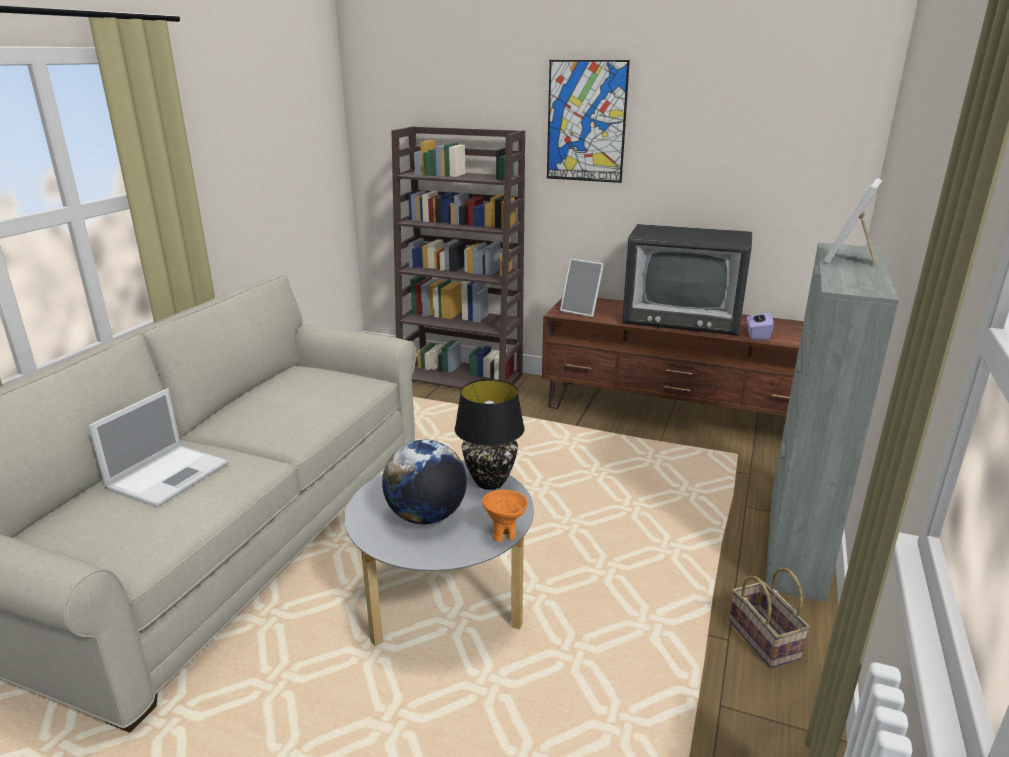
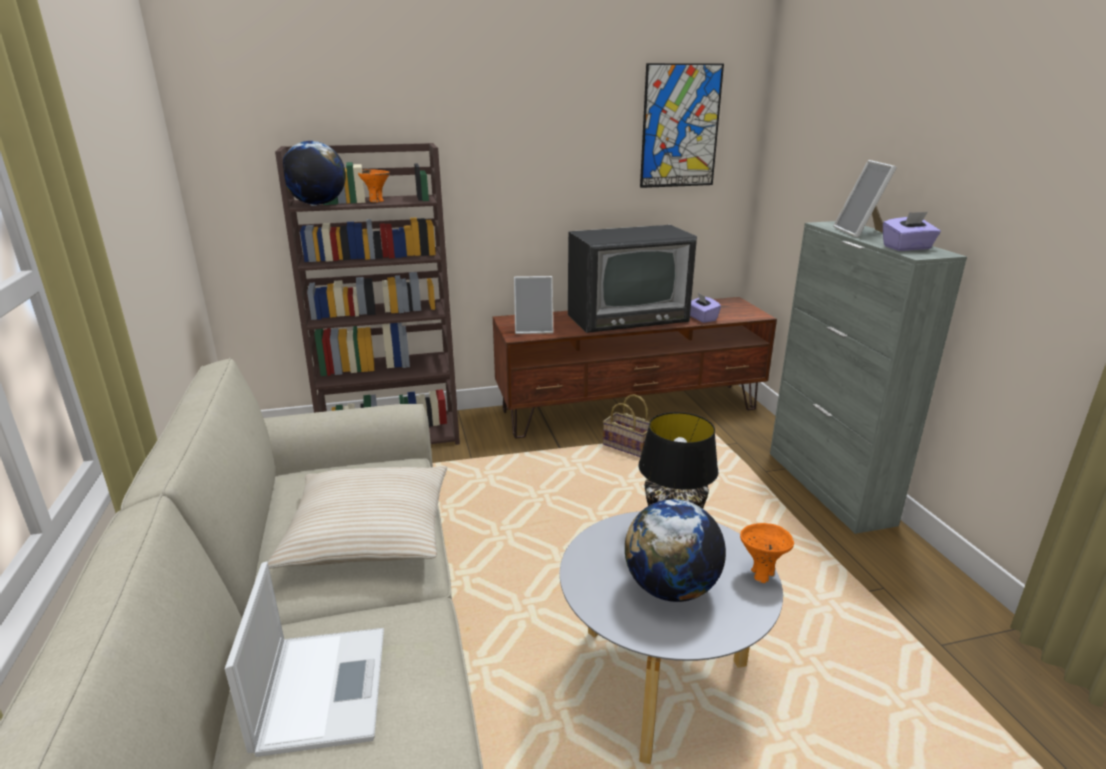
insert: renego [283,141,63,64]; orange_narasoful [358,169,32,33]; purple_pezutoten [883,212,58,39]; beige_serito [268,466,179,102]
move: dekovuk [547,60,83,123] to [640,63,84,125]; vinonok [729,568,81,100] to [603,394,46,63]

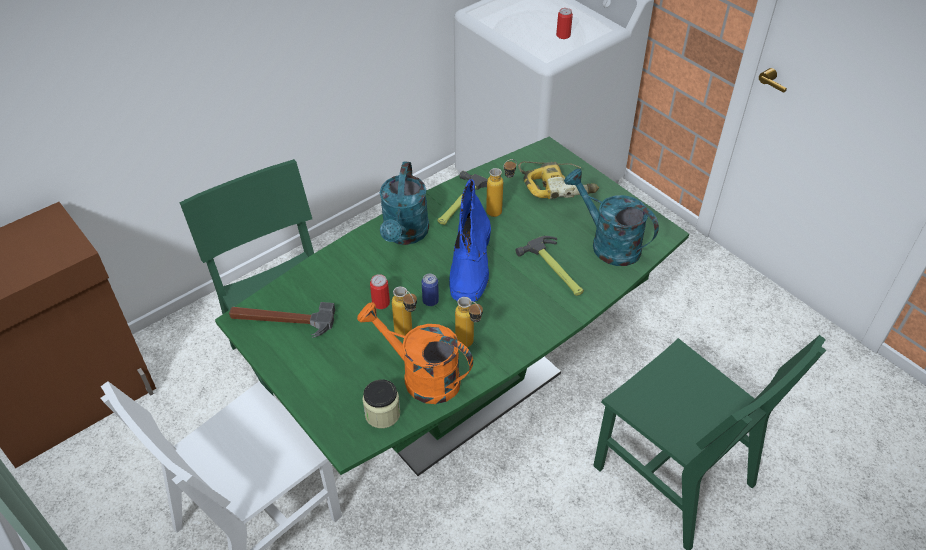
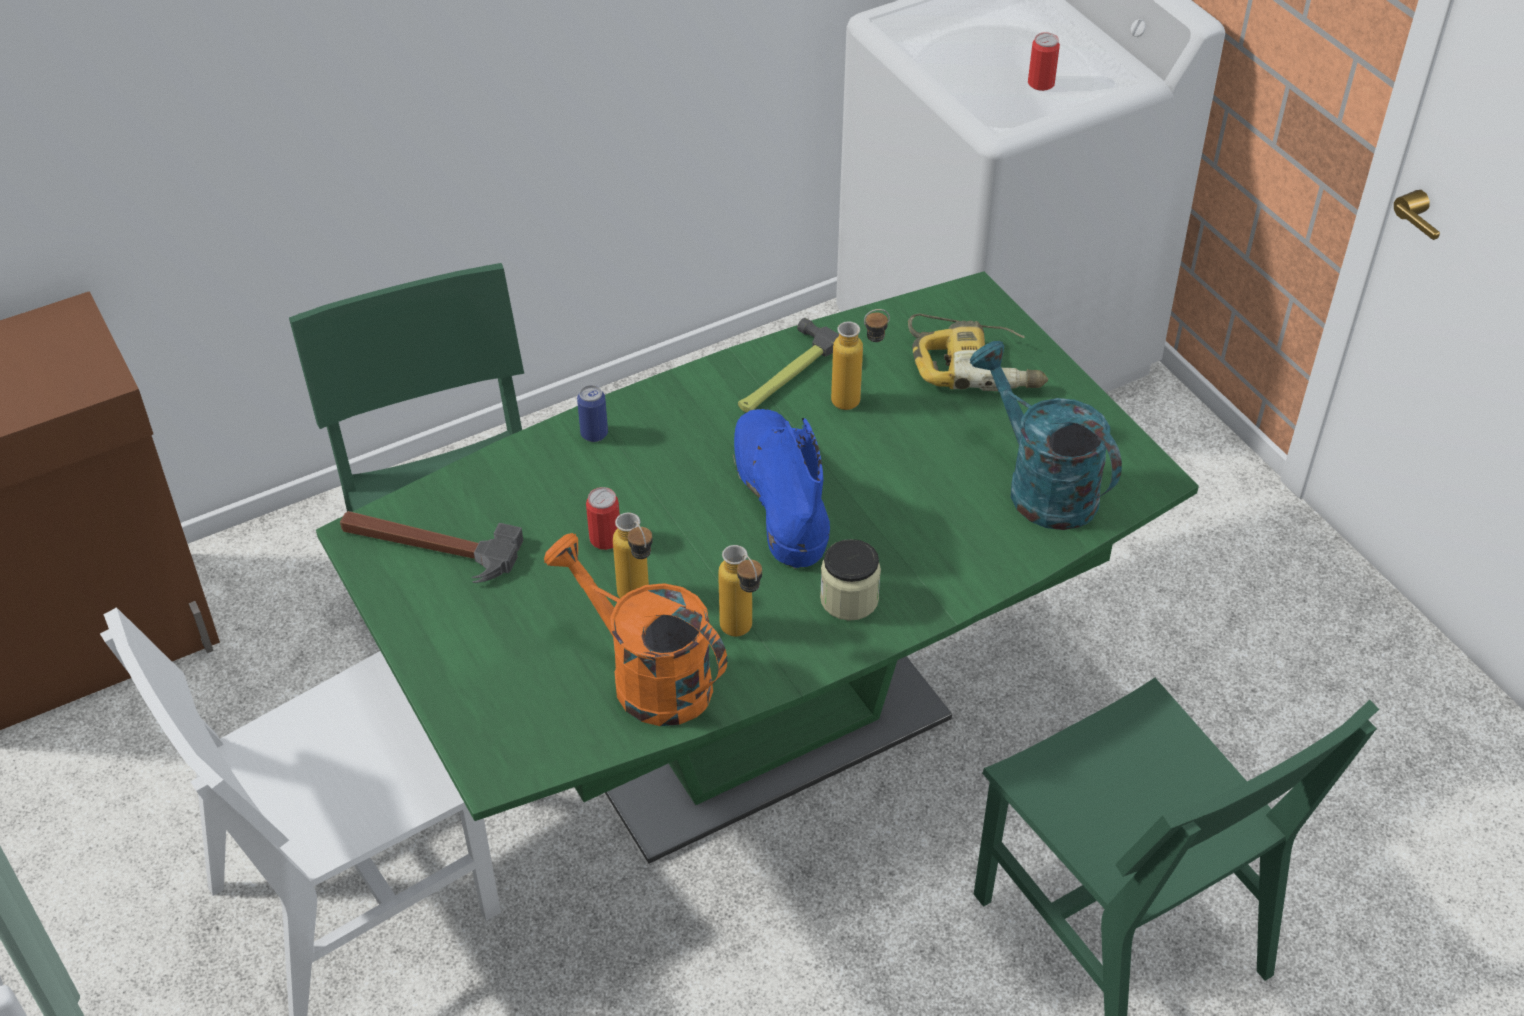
delete: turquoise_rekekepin [380,161,49,84]; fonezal [515,236,69,60]
move: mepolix [422,274,17,32] to [577,385,31,57]; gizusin [362,379,38,49] to [820,539,61,82]
rotate: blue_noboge [449,179,42,123] = [733,409,97,160] 150 degrees clockwise

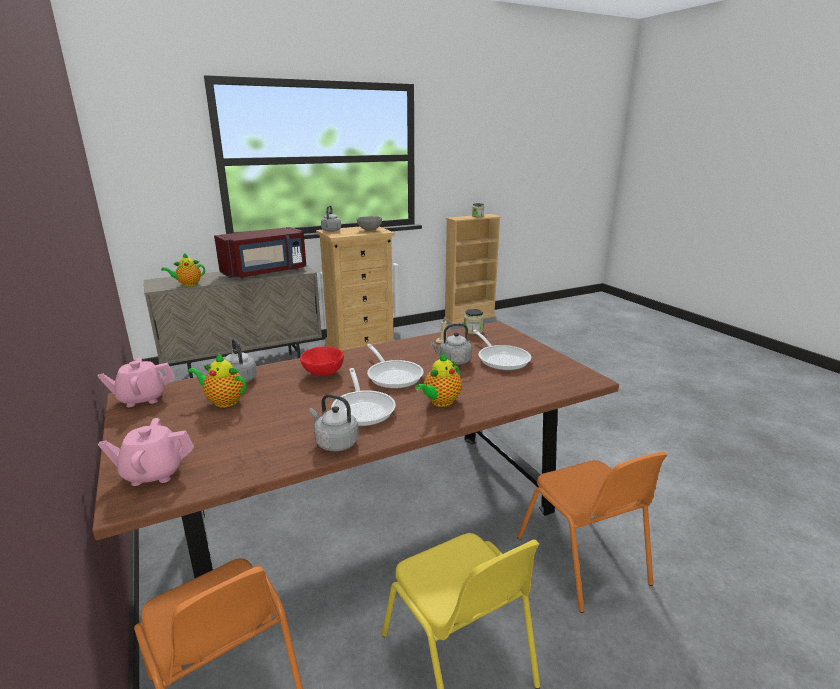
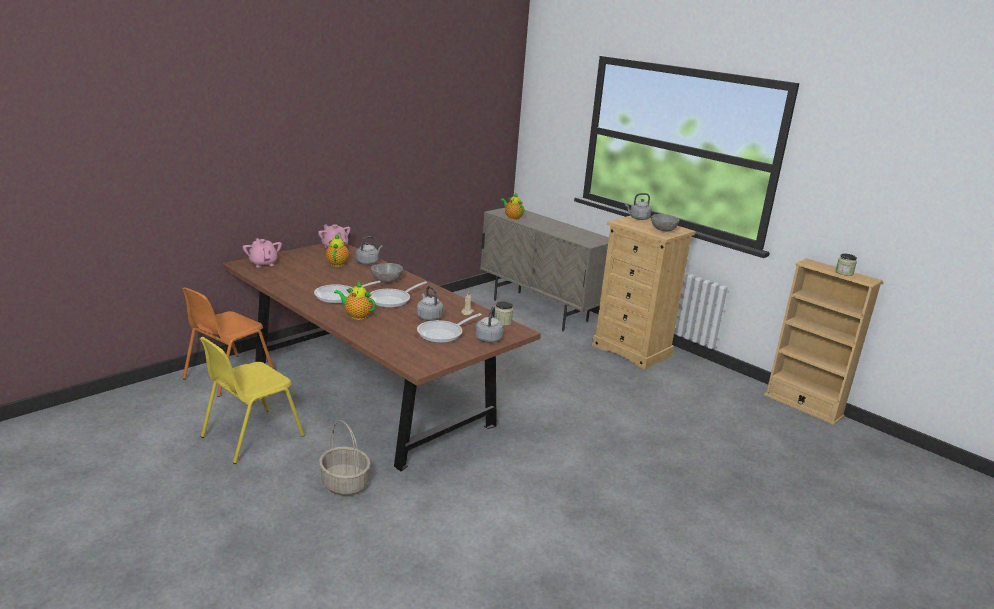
delete: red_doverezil [214,227,93,52]
move: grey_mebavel [310,394,49,57] to [475,306,28,37]
replace: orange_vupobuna [517,451,150,162] to vinonok [319,420,52,76]
recolor: red_narasoful [300,347,44,29] to grey_narasoful [371,263,32,20]

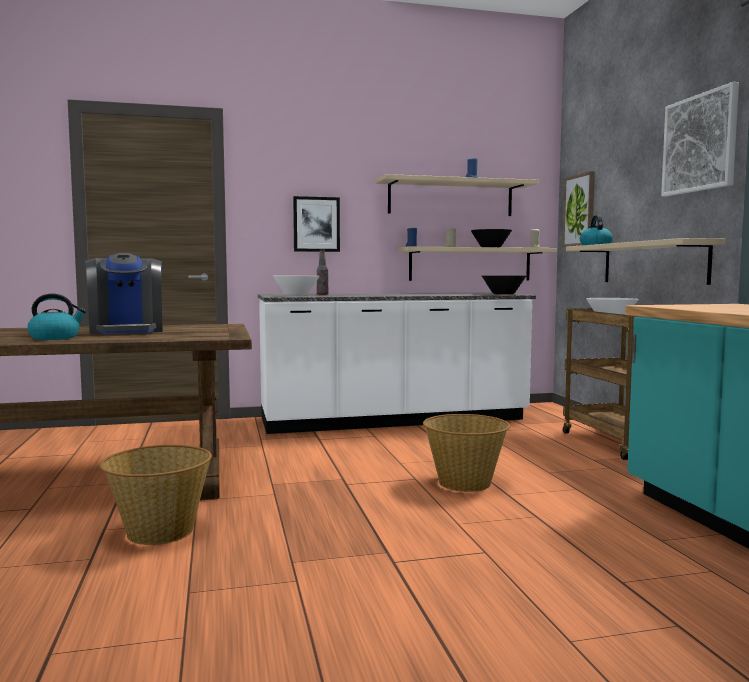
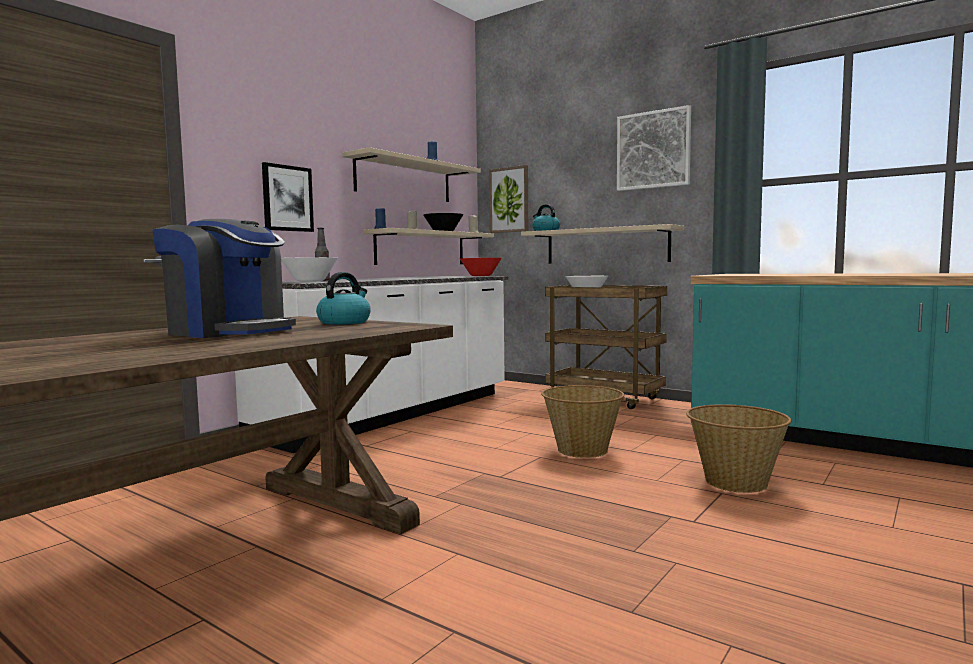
move: mebavel [27,293,59,47] to [316,272,55,53]; vinonok [99,445,113,100] to [686,404,106,89]
recolor: black_narasoful [482,276,44,19] to red_narasoful [459,258,43,18]

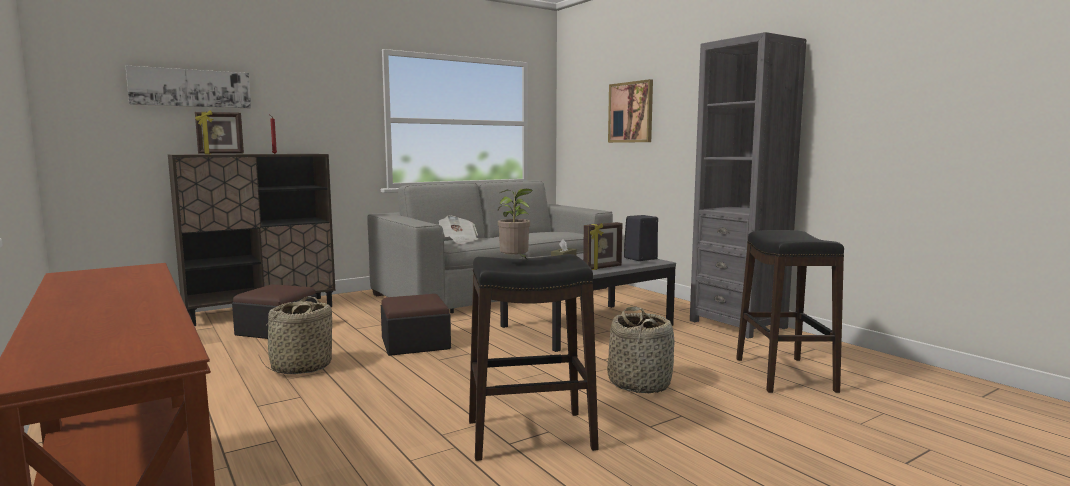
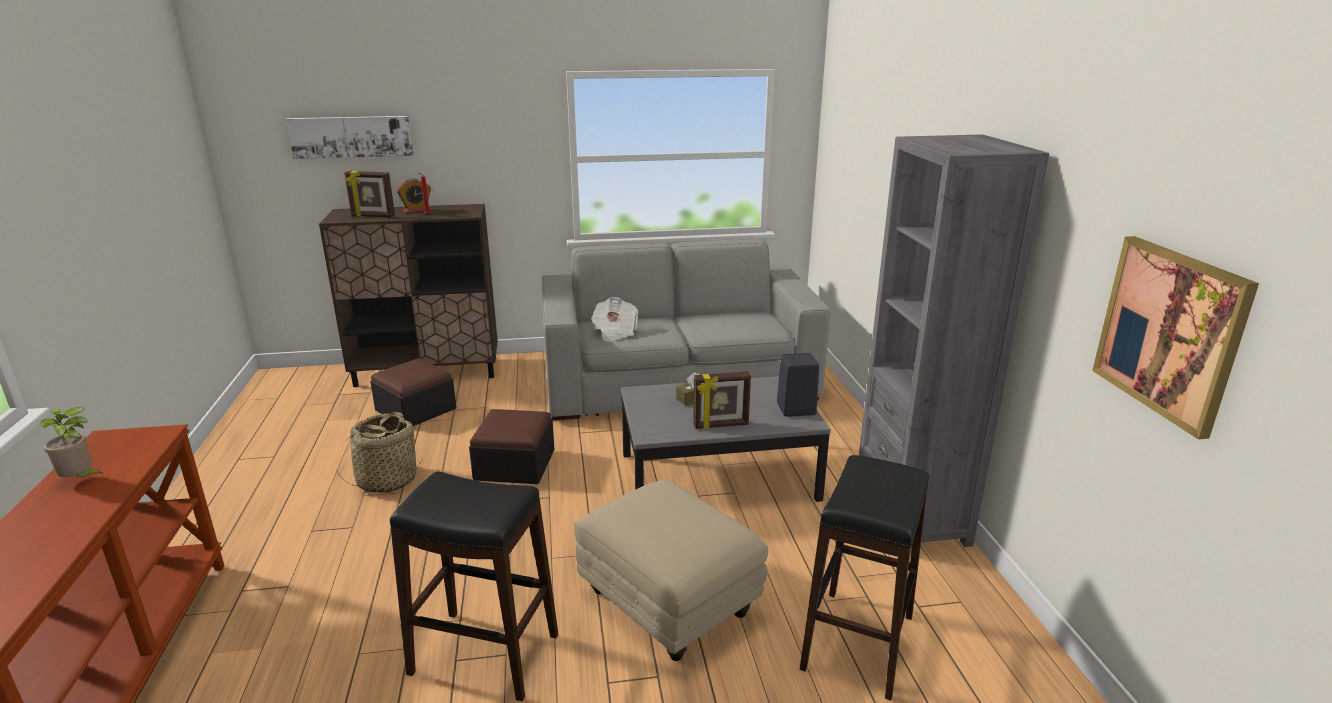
insert: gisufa [396,179,35,35]
move: dekovuk [608,79,45,64] to [1092,236,167,204]; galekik [498,189,35,70] to [40,407,64,70]
replace: vinonok [607,307,68,86] to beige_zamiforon [574,480,194,181]

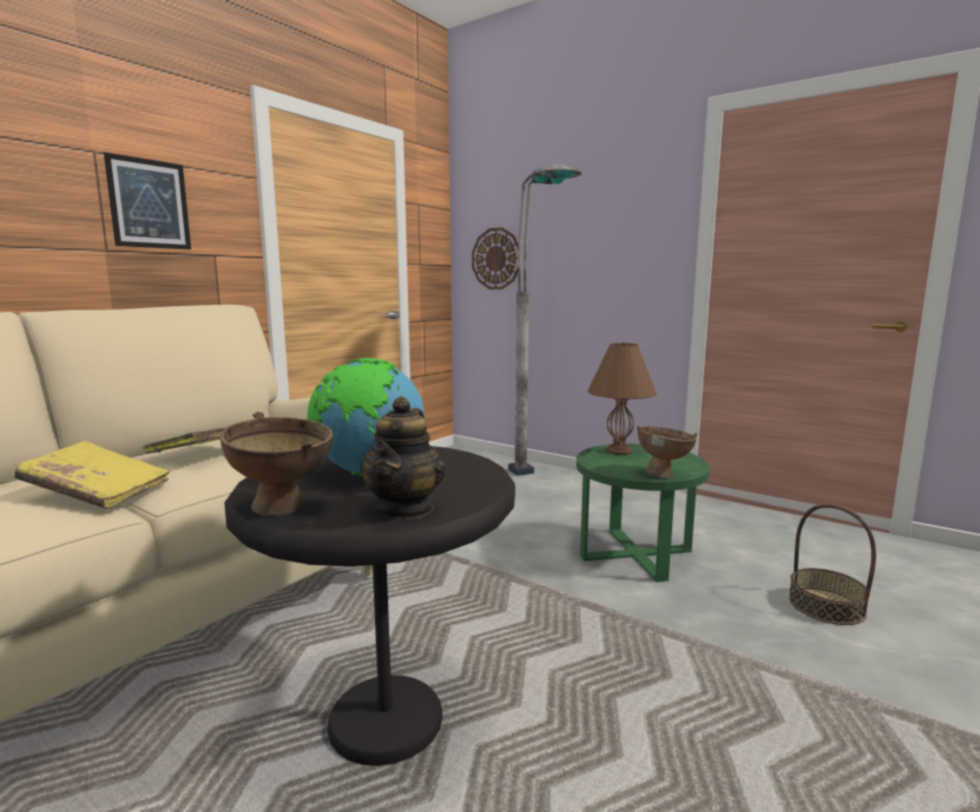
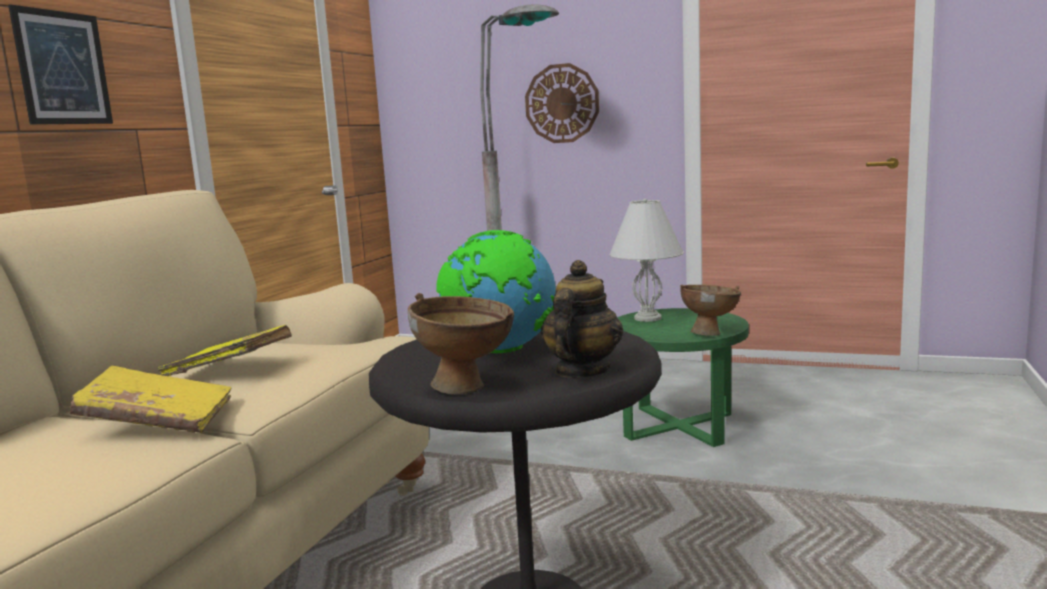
delete: vinonok [789,504,87,121]
move: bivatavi [472,227,46,62] to [525,63,74,80]
recolor: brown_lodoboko [588,342,69,113] to white_lodoboko [609,199,75,123]
rotate: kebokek [360,396,86,124] = [541,260,82,118] 150 degrees counterclockwise

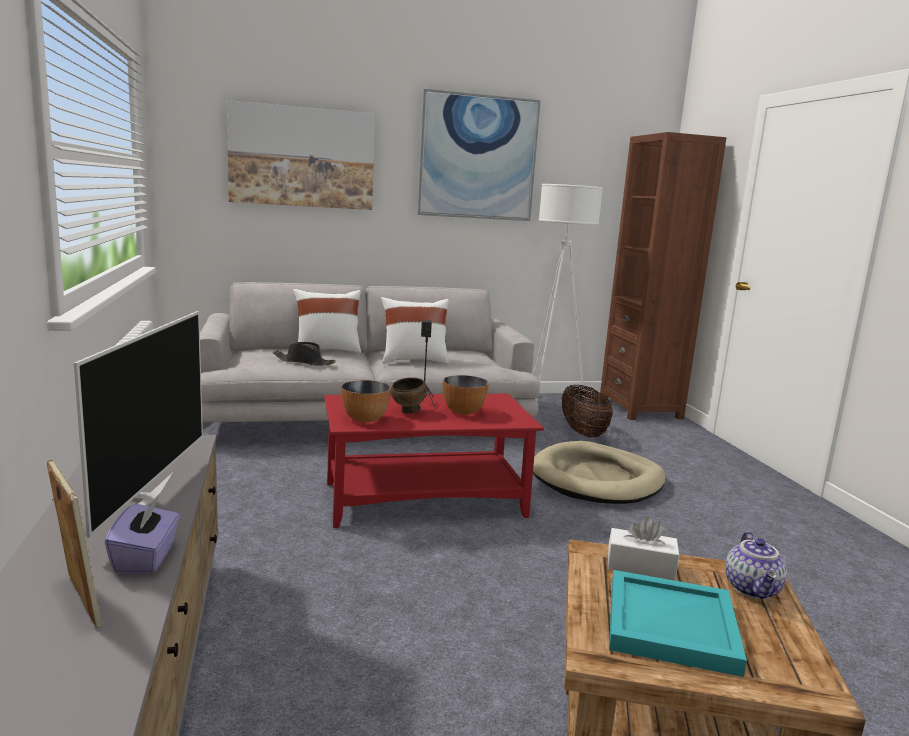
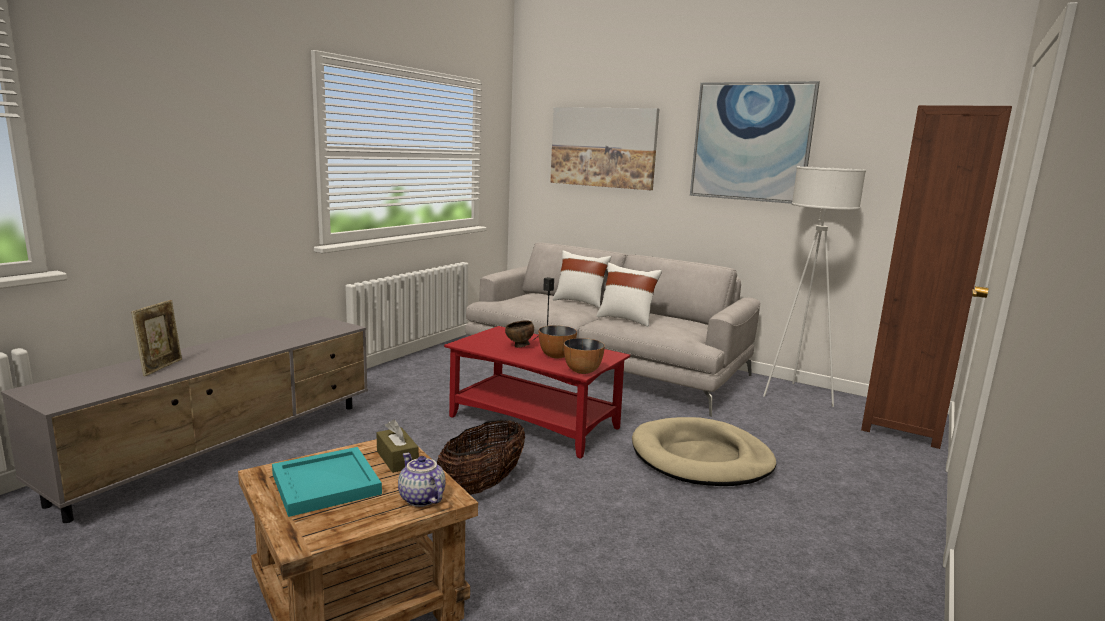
delete: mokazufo [74,311,129,227]; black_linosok [273,342,63,24]; purple_pezutoten [105,498,75,76]
move: narasoful [342,380,49,43] to [564,338,41,36]; vinonok [562,385,51,53] to [437,420,88,75]
recolor: white_pezutoten [608,516,71,65] to brown_pezutoten [377,419,42,54]
rotate: kebokek [725,531,62,68] = [398,453,48,54] 90 degrees clockwise

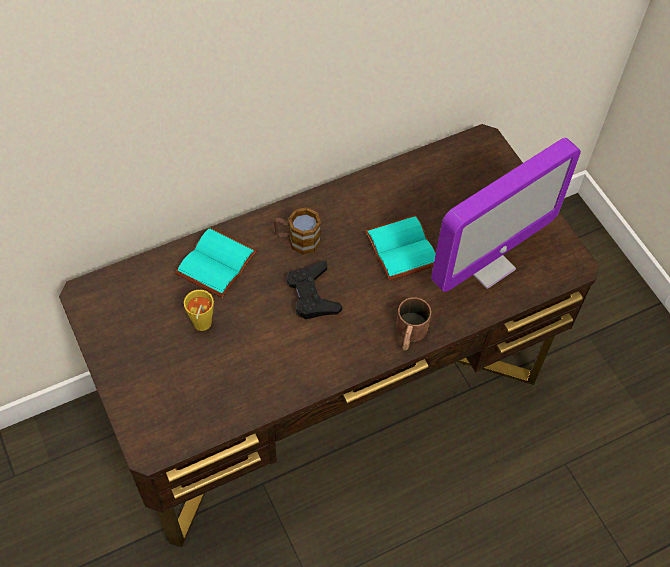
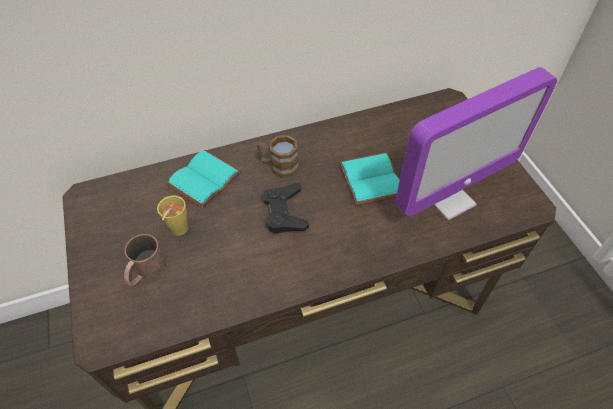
move: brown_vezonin [396,297,35,54] to [124,234,42,52]

